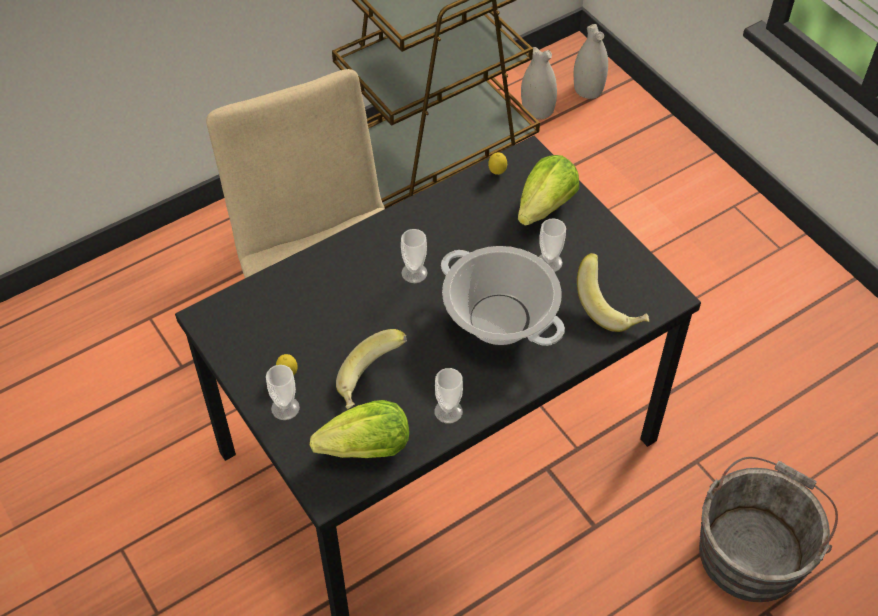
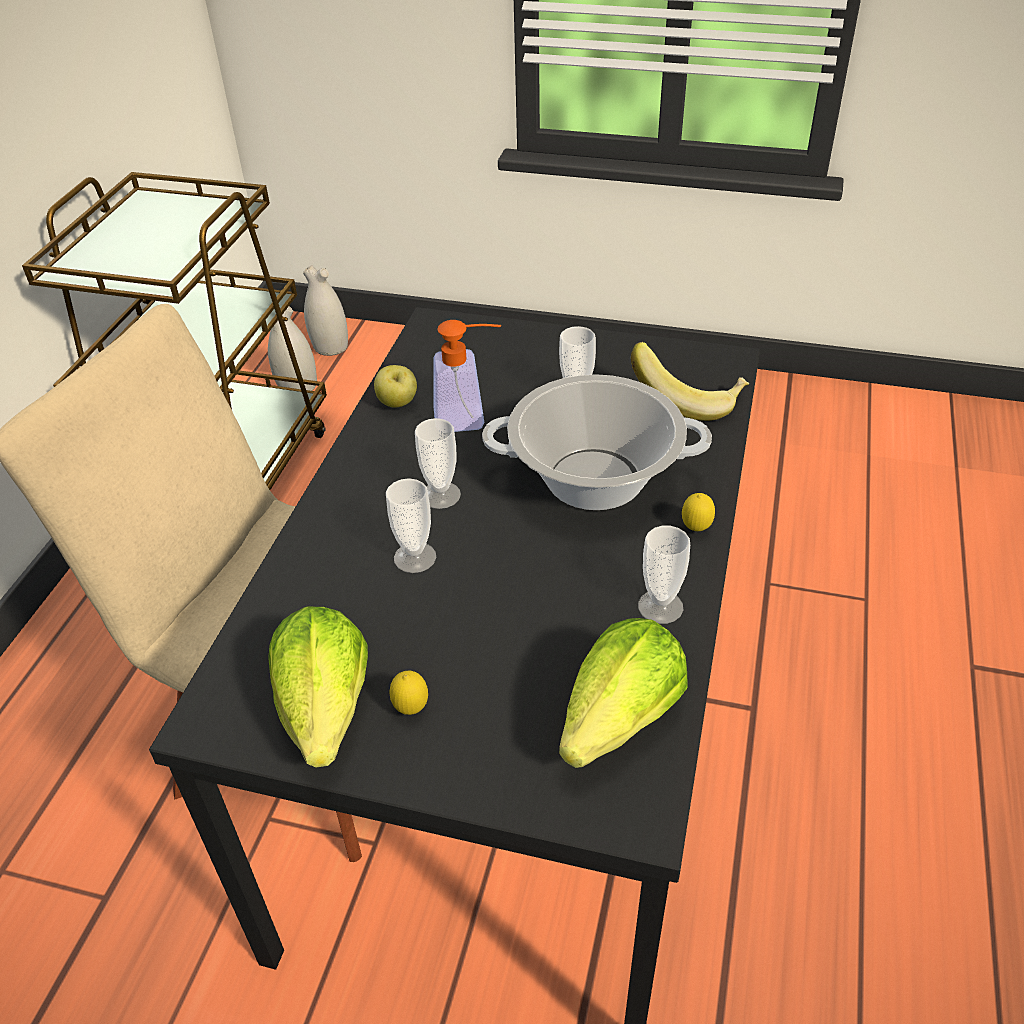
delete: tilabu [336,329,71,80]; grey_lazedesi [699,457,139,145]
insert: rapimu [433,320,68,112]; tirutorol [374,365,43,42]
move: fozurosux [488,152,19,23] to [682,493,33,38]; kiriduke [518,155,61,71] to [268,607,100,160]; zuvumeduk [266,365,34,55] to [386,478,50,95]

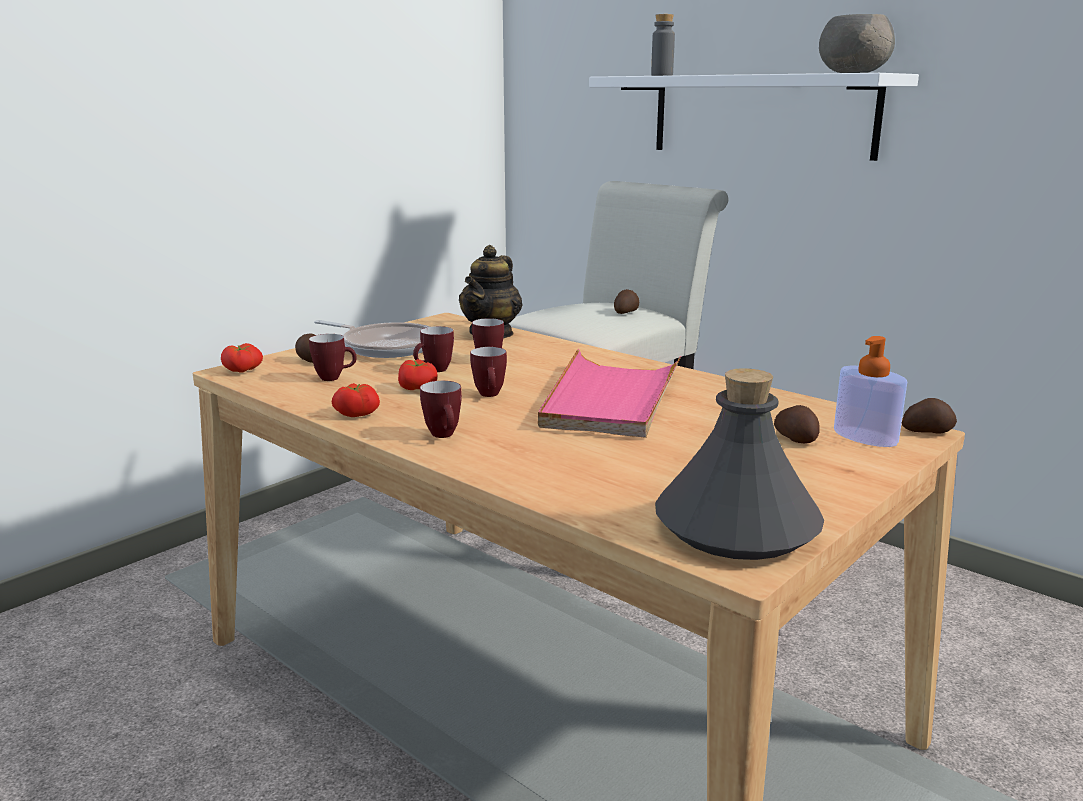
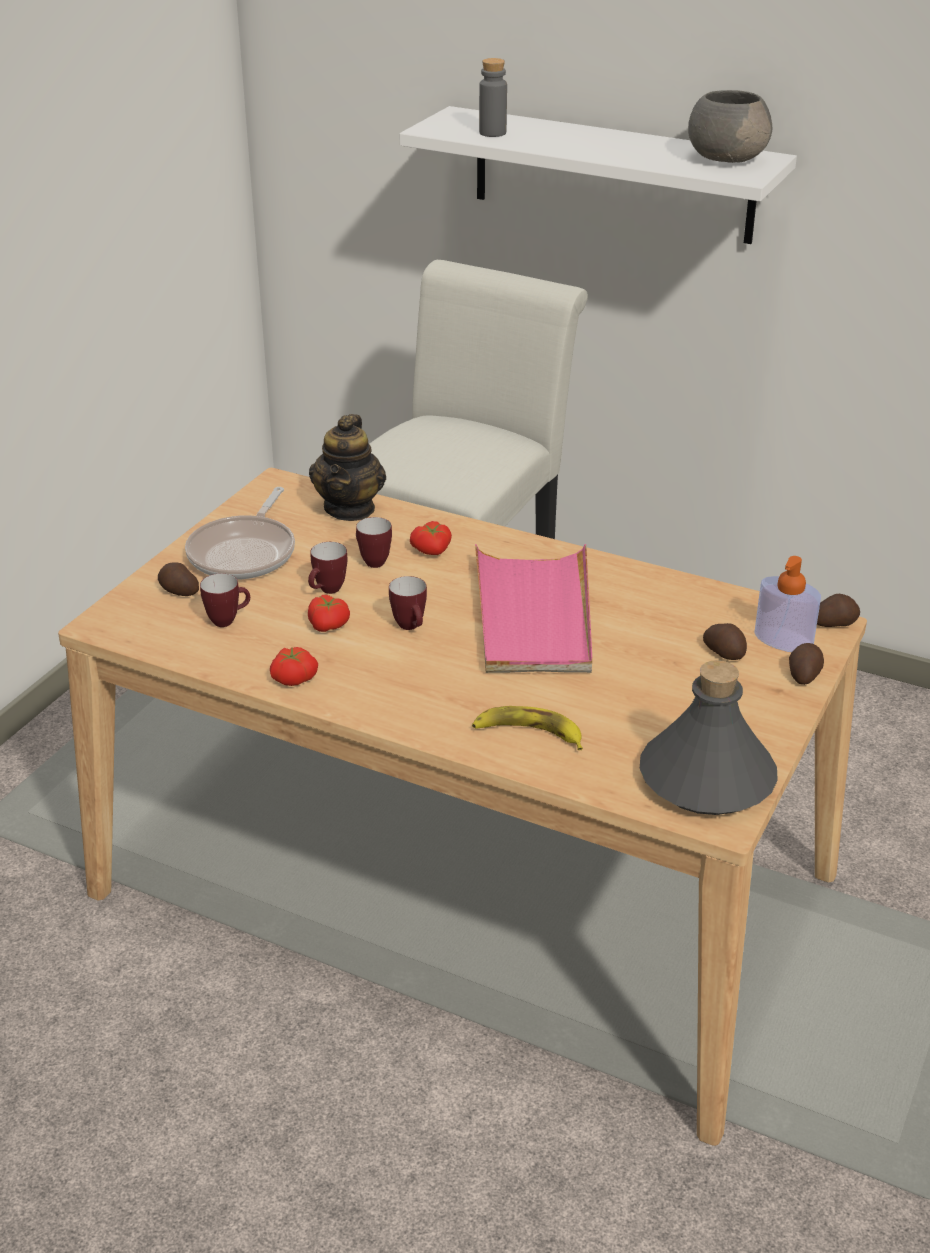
delete: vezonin [420,381,42,57]
insert: tilabu [472,706,111,44]
move: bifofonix [614,289,25,25] to [789,643,35,42]; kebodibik [221,343,42,30] to [410,521,42,34]
rotate: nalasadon [314,320,116,38] = [185,487,110,93] 90 degrees clockwise

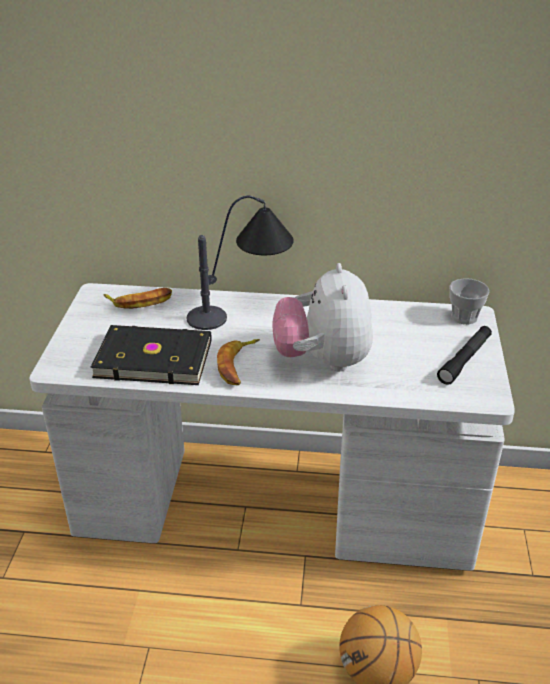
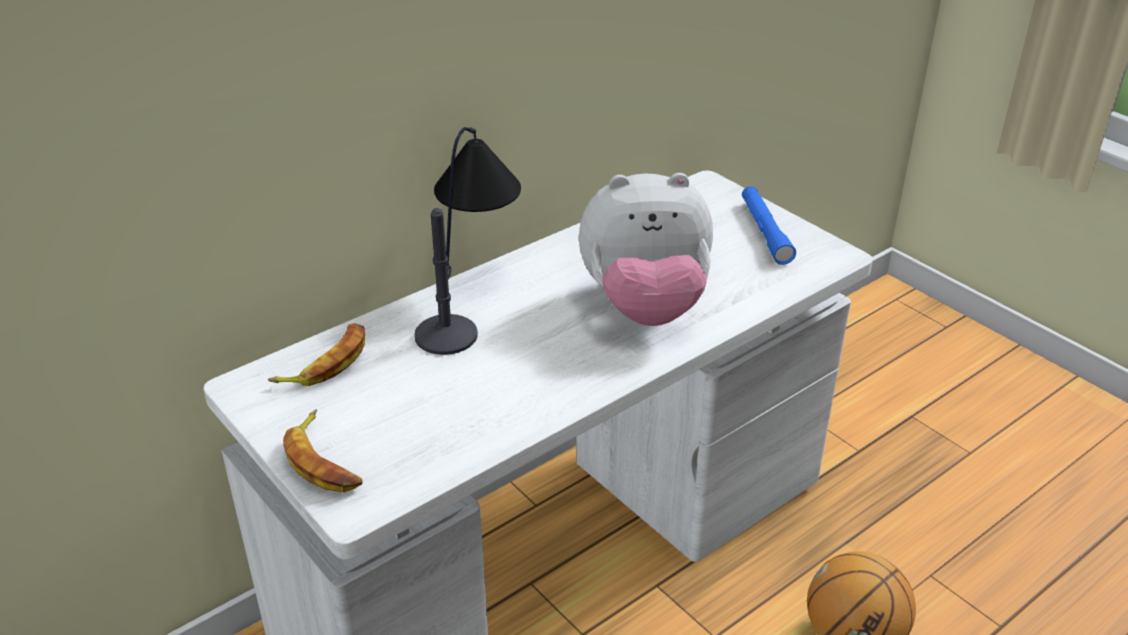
delete: zuvumeduk [450,278,39,46]; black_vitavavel [91,325,120,60]
move: tilabu [217,339,43,46] to [283,409,79,83]
recolor: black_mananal [437,326,55,59] to blue_mananal [742,186,54,79]
rotate: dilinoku [272,263,101,109] = [579,173,134,153] 45 degrees counterclockwise

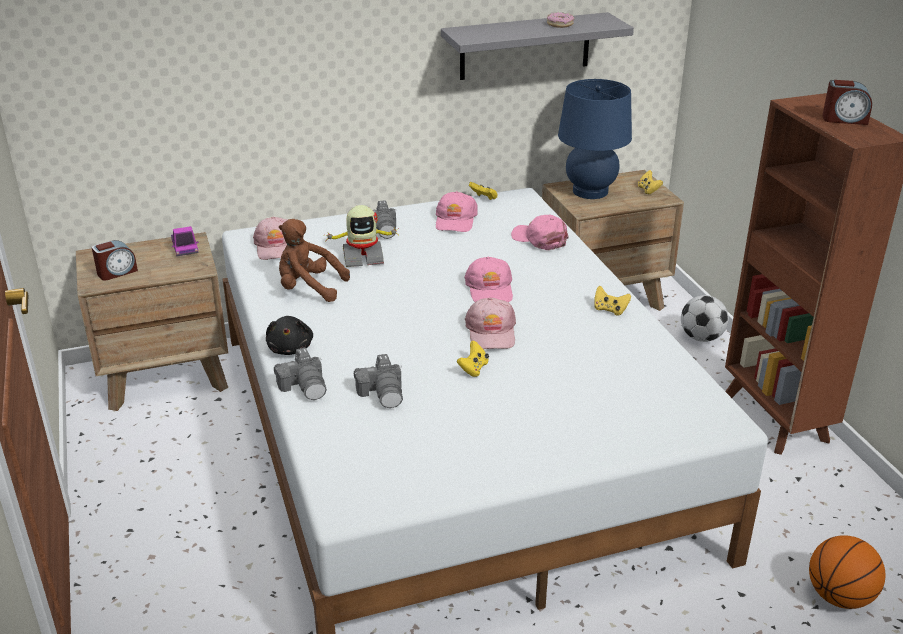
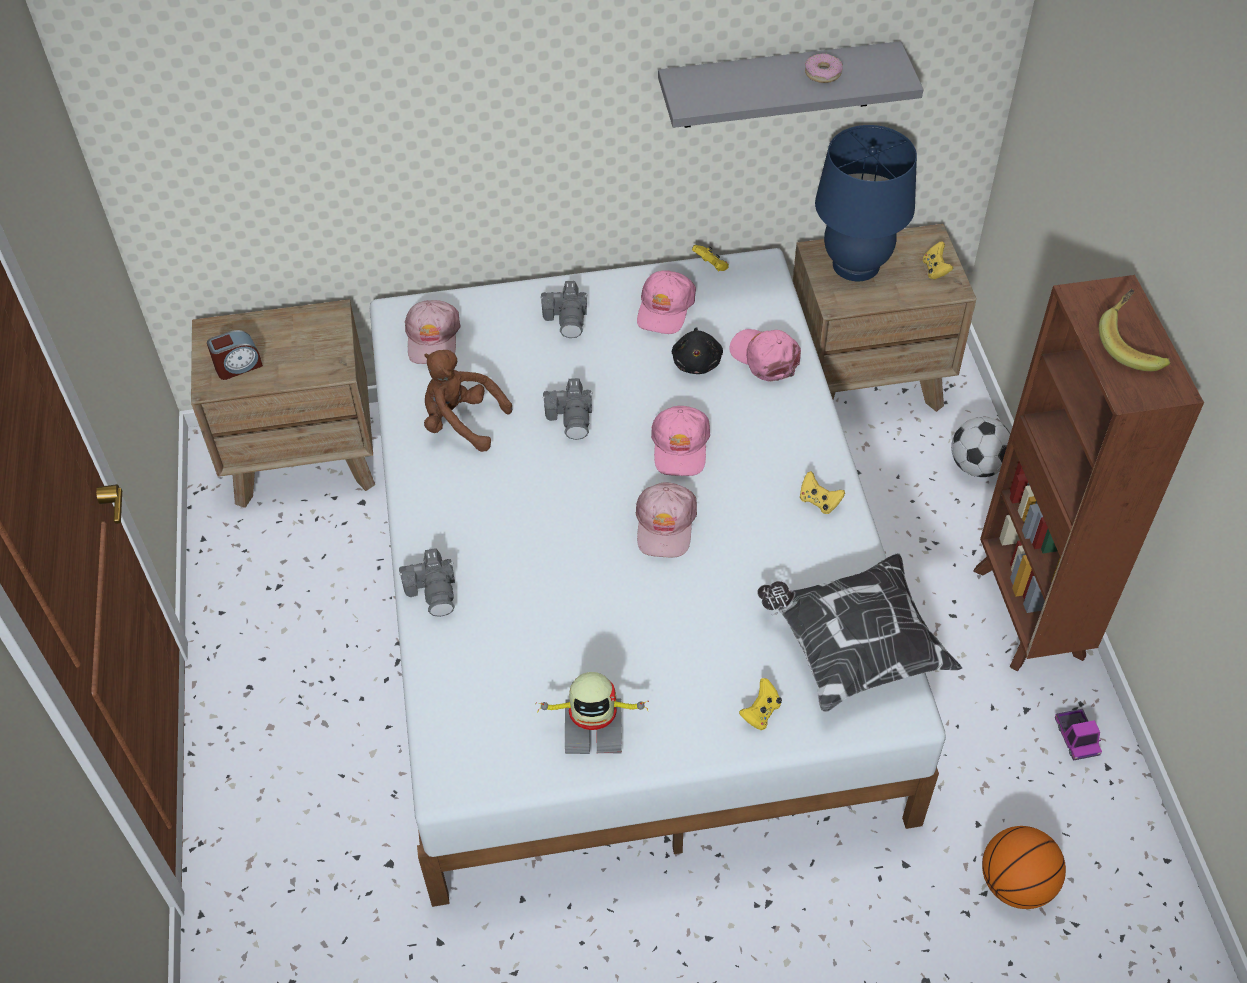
insert: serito [757,553,205,159]
move: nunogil [323,205,76,62] to [536,672,112,82]; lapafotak [171,226,28,30] to [1055,709,47,52]; black_dilinoku [266,316,47,39] to [672,327,51,47]; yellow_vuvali [457,341,32,36] to [739,678,43,52]; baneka [354,354,49,54] to [543,378,50,62]
replace: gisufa [822,80,50,45] to tilabu [1099,289,71,82]

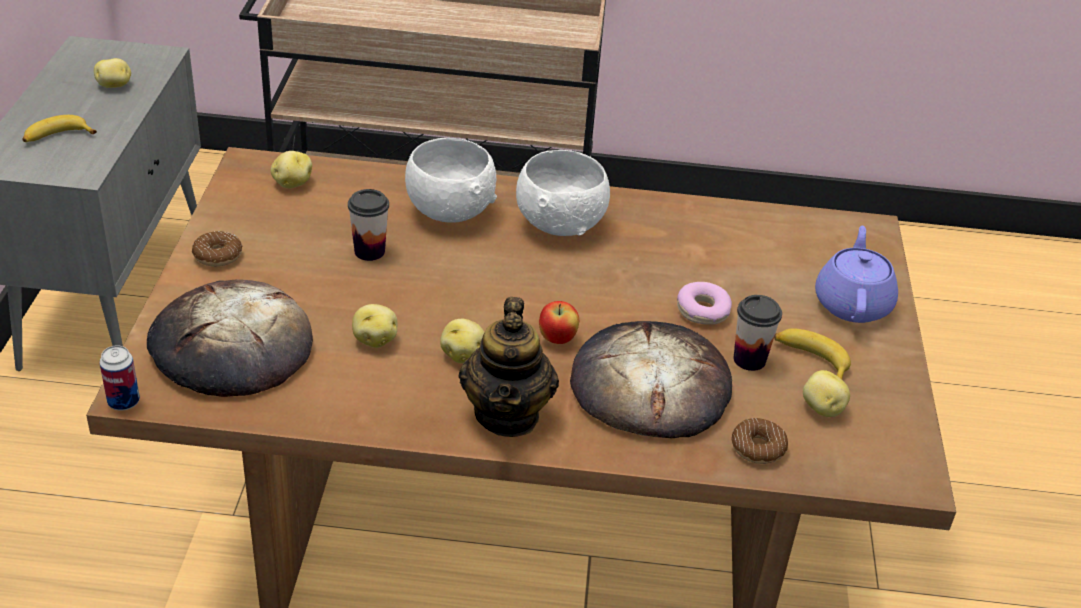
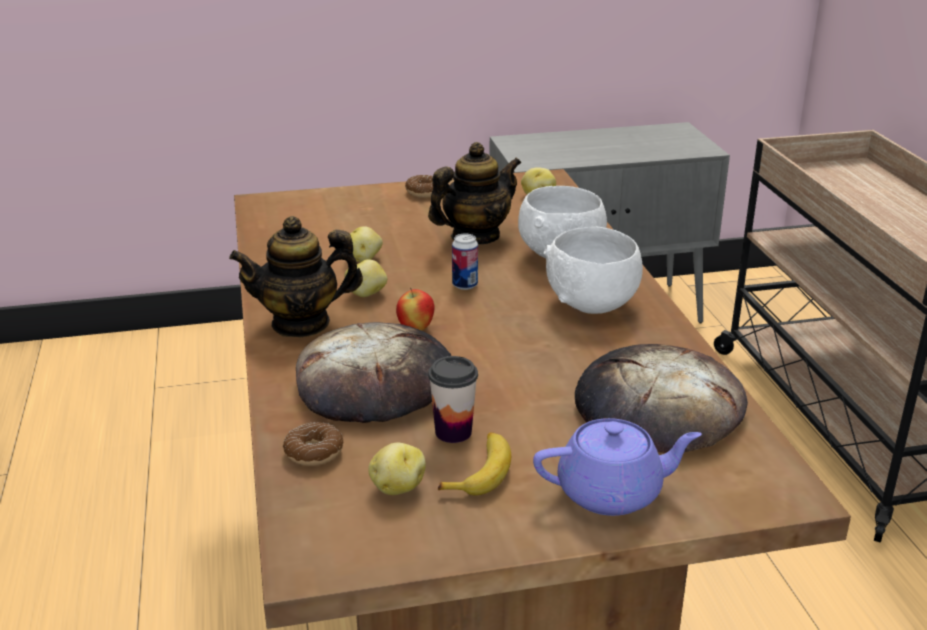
delete: bifofonix [94,58,37,30]; tilabu [22,115,75,27]; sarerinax [677,282,55,43]
move: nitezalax [147,280,166,117] to [575,344,173,109]; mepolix [99,345,41,65] to [452,233,26,57]
replace: zuvumeduk [348,189,41,72] to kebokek [428,142,93,102]

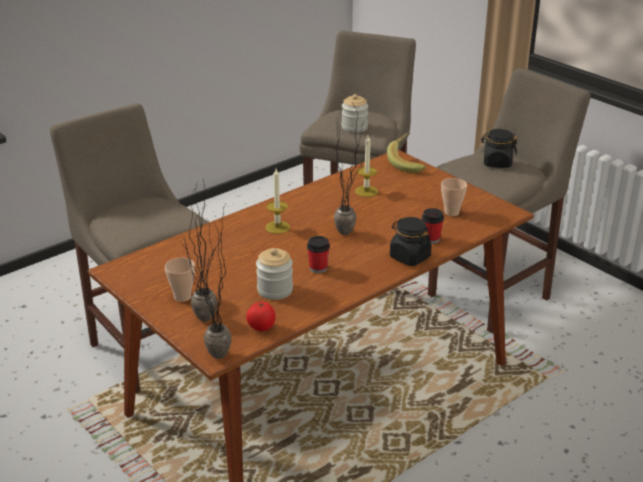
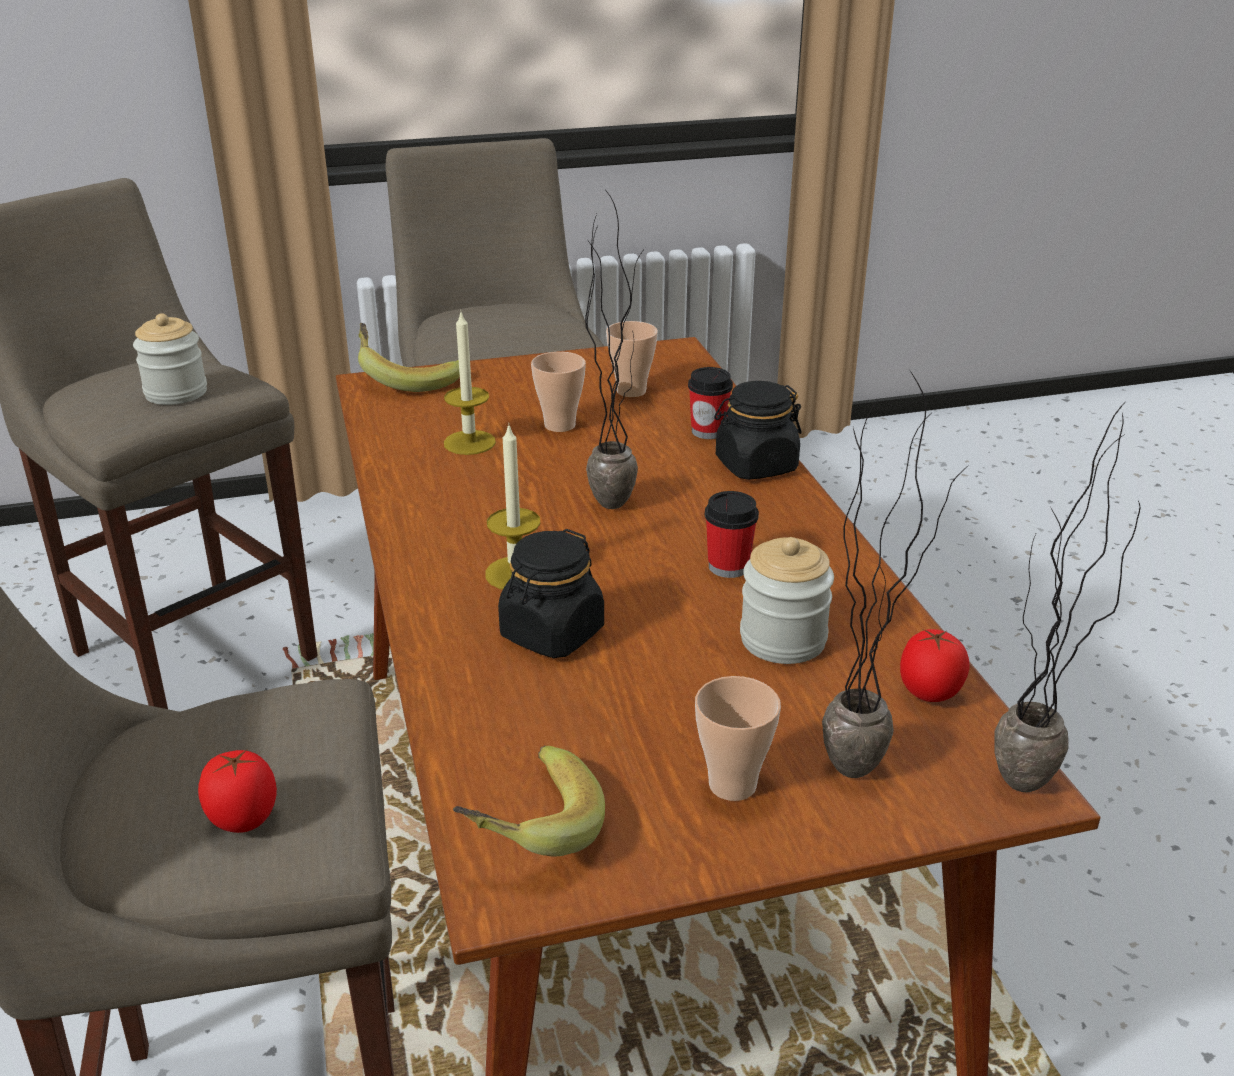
insert: zuvumeduk [531,352,55,80]; tilabu [453,746,152,111]; kebodibik [198,749,79,84]
move: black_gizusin [481,129,36,39] to [498,529,106,129]

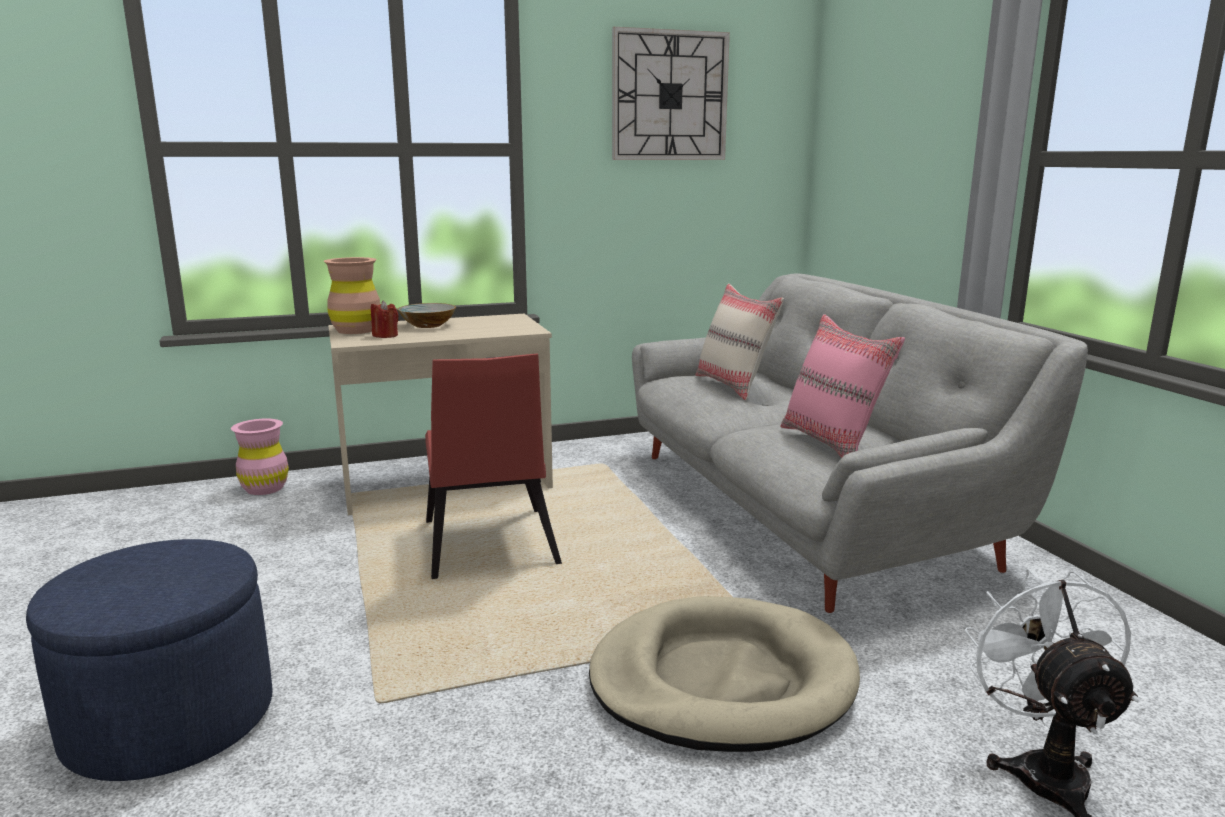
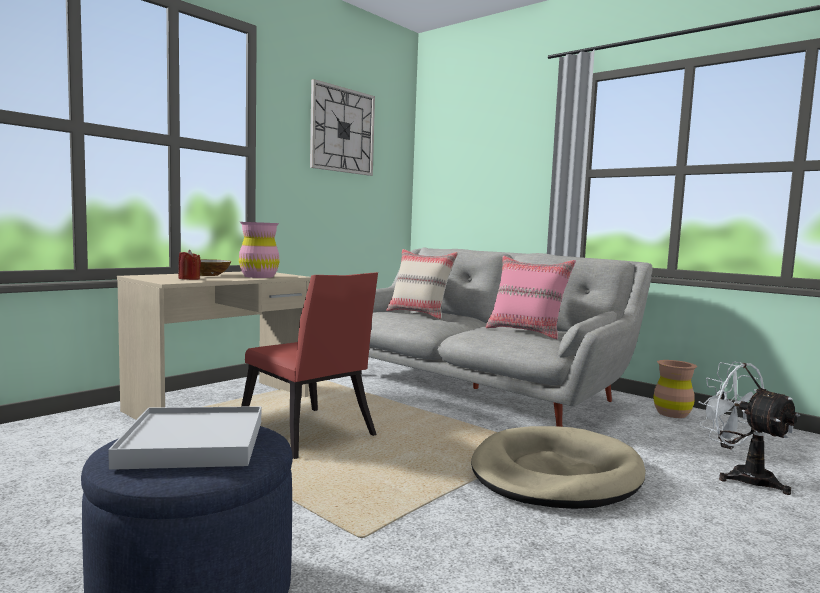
insert: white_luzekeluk [108,406,153,64]
move: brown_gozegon [324,257,56,77] to [653,360,44,58]; pink_gozegon [231,419,58,76] to [239,222,40,56]

